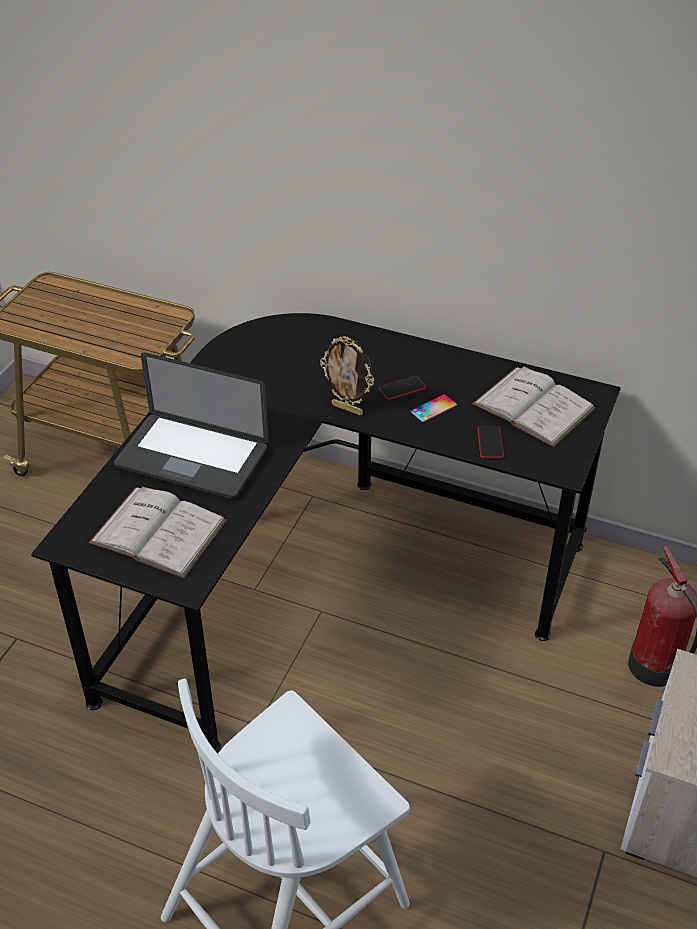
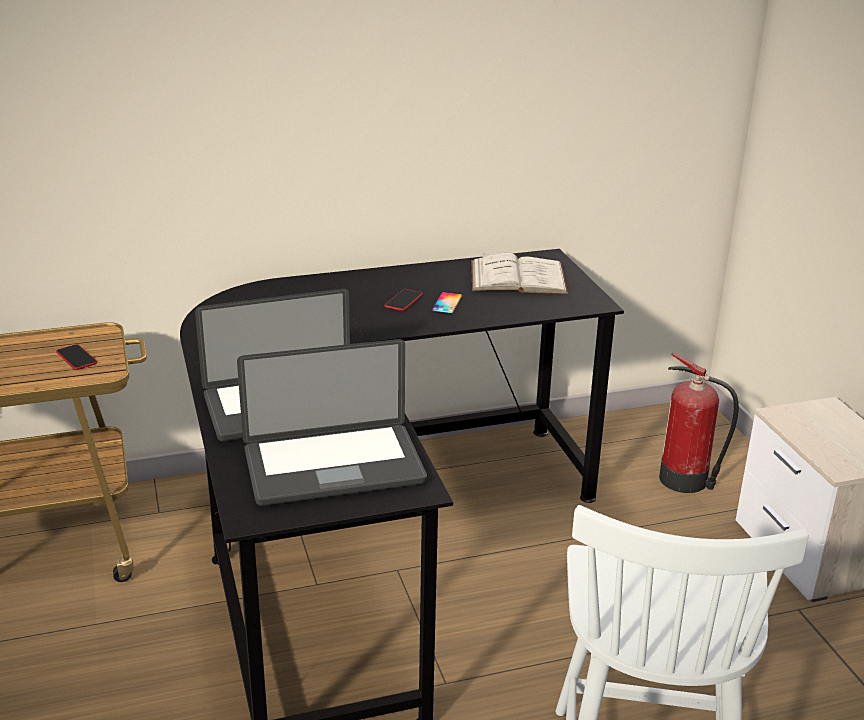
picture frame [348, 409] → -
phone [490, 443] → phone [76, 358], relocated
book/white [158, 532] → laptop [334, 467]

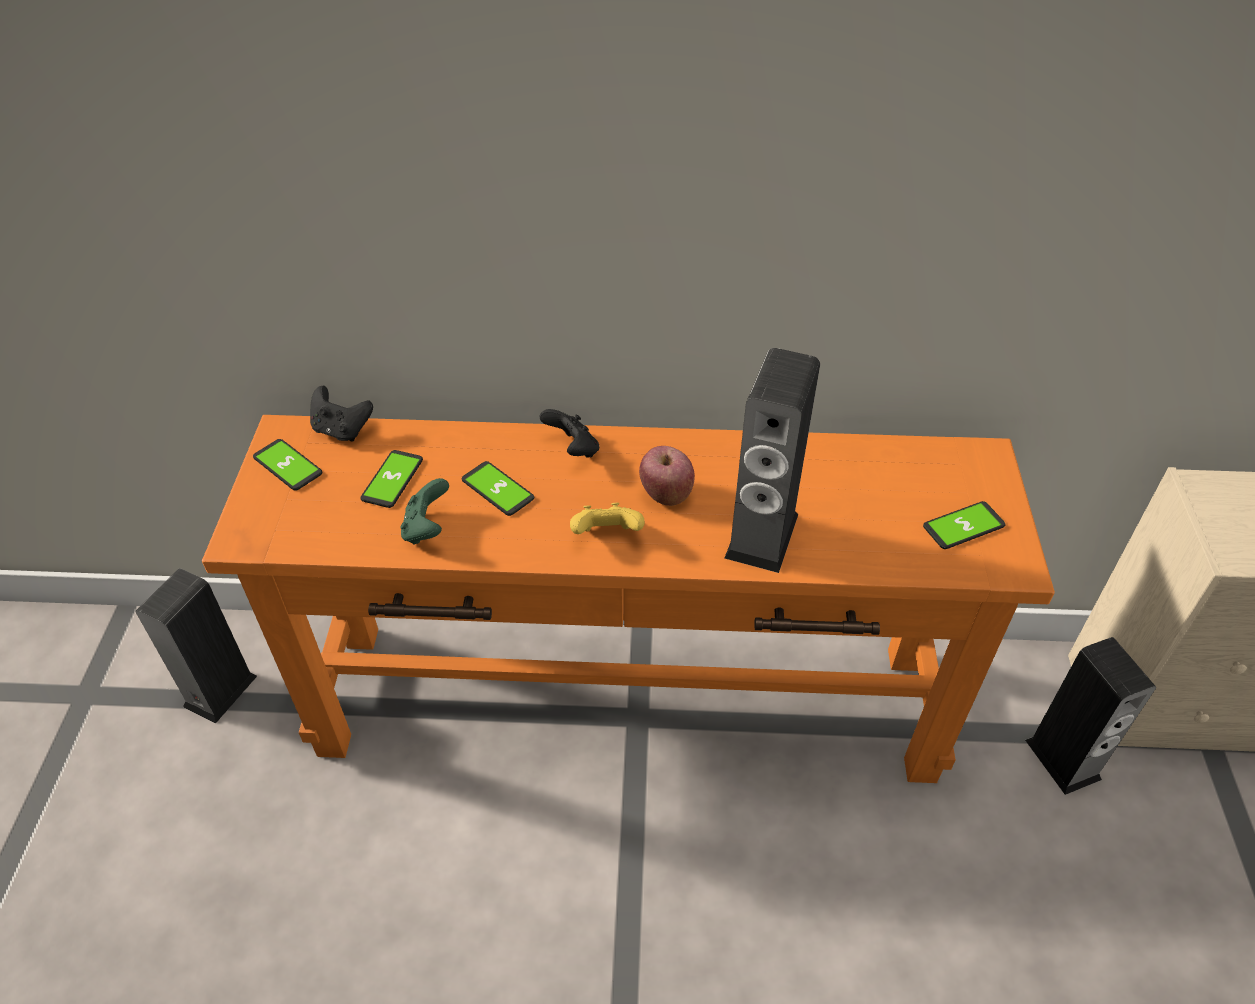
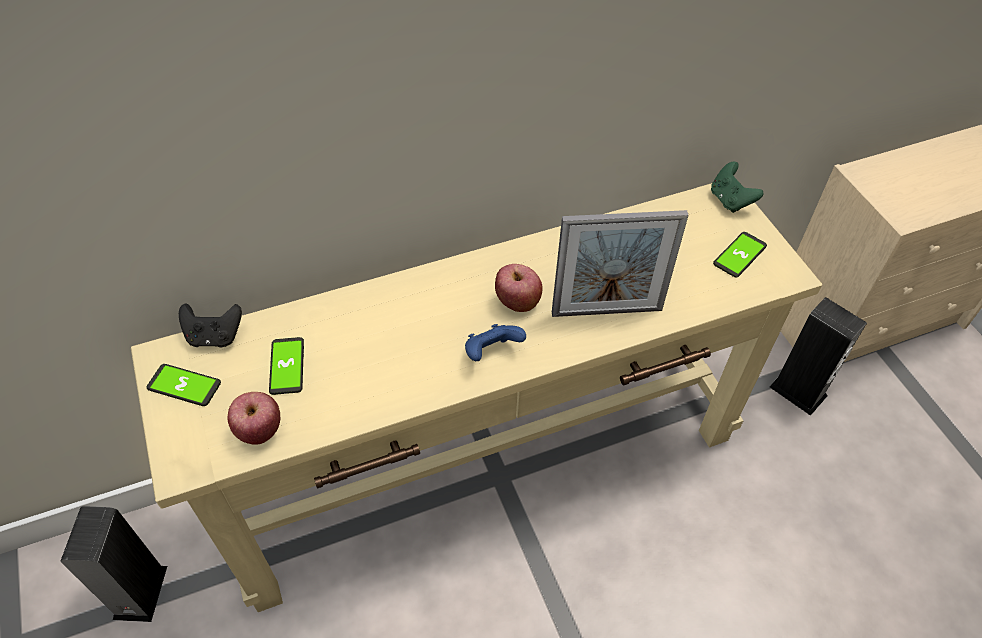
speaker [762, 536] → picture frame [606, 311]
game controller/black [573, 449] → -
console table/orange [628, 702] → console table/beige [486, 466]
phone [497, 489] → -
game controller/green [427, 528] → game controller/green [730, 200], relocated
game controller/yellow [607, 535] → game controller/blue [491, 352]
- → apple [259, 430]

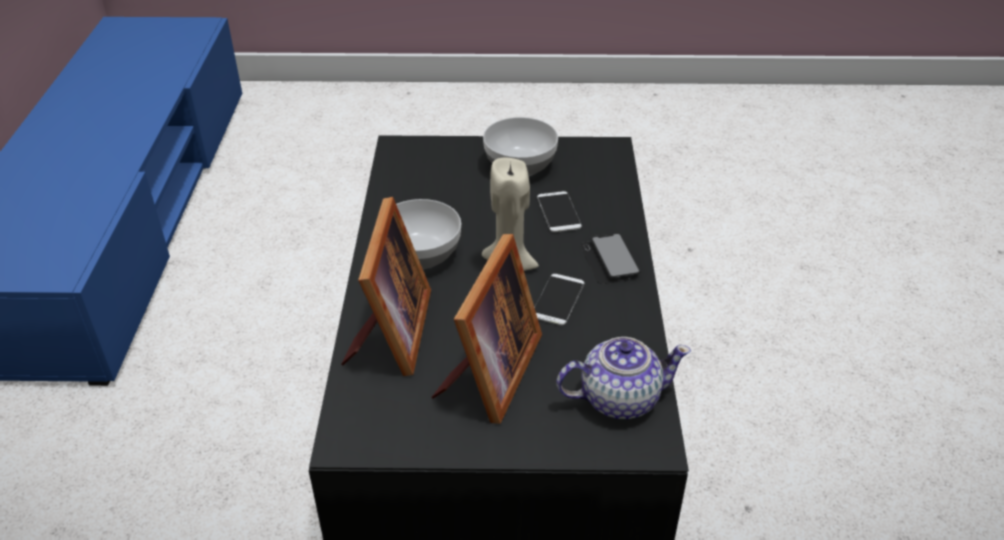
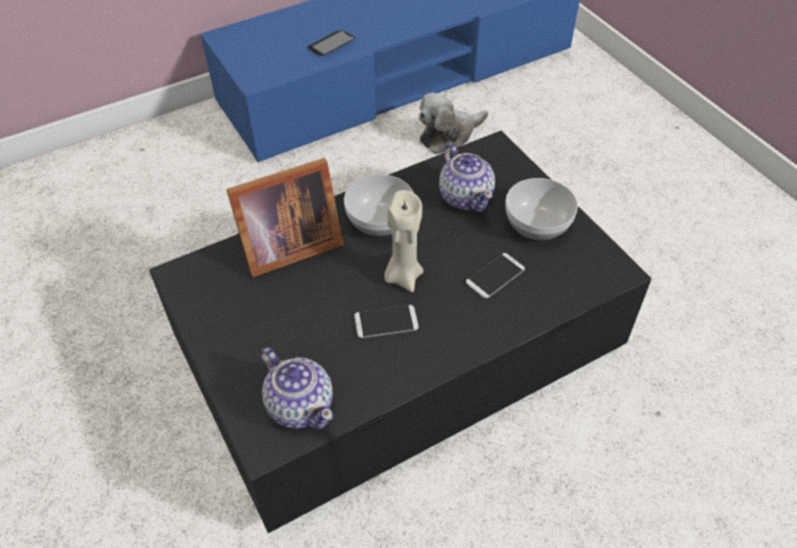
phone [609, 260] → phone [331, 44], relocated
picture frame [489, 374] → -
- → plush toy [449, 135]
- → teapot [466, 196]

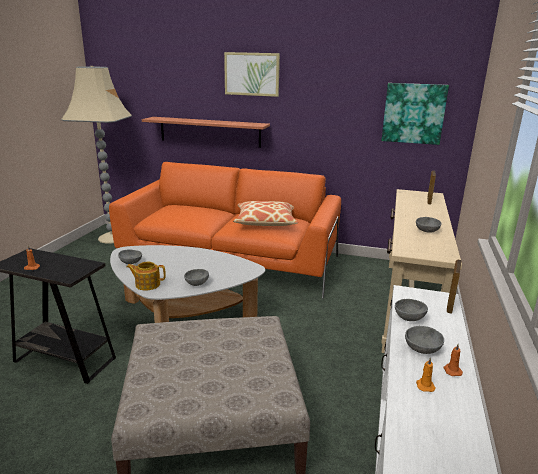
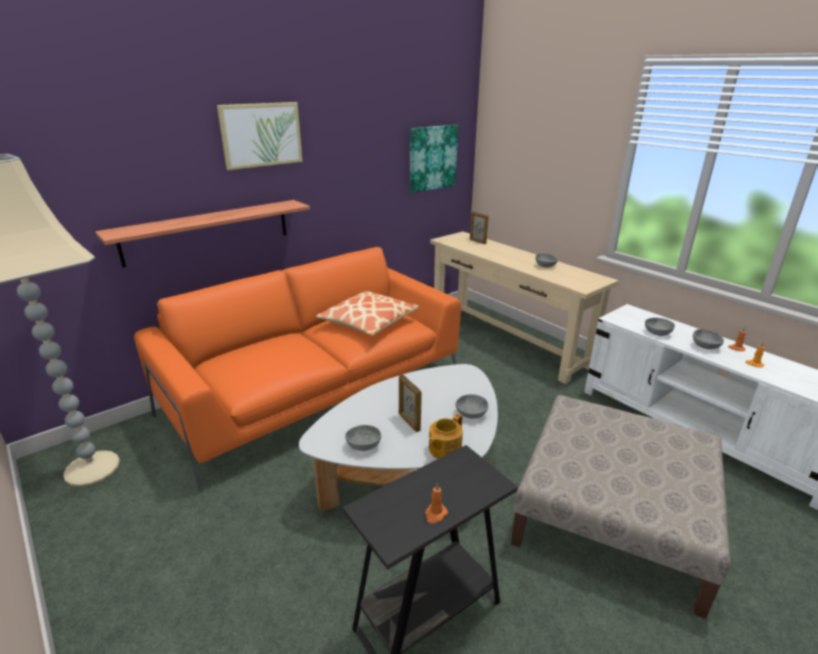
picture frame [450, 305] → picture frame [409, 422], relocated

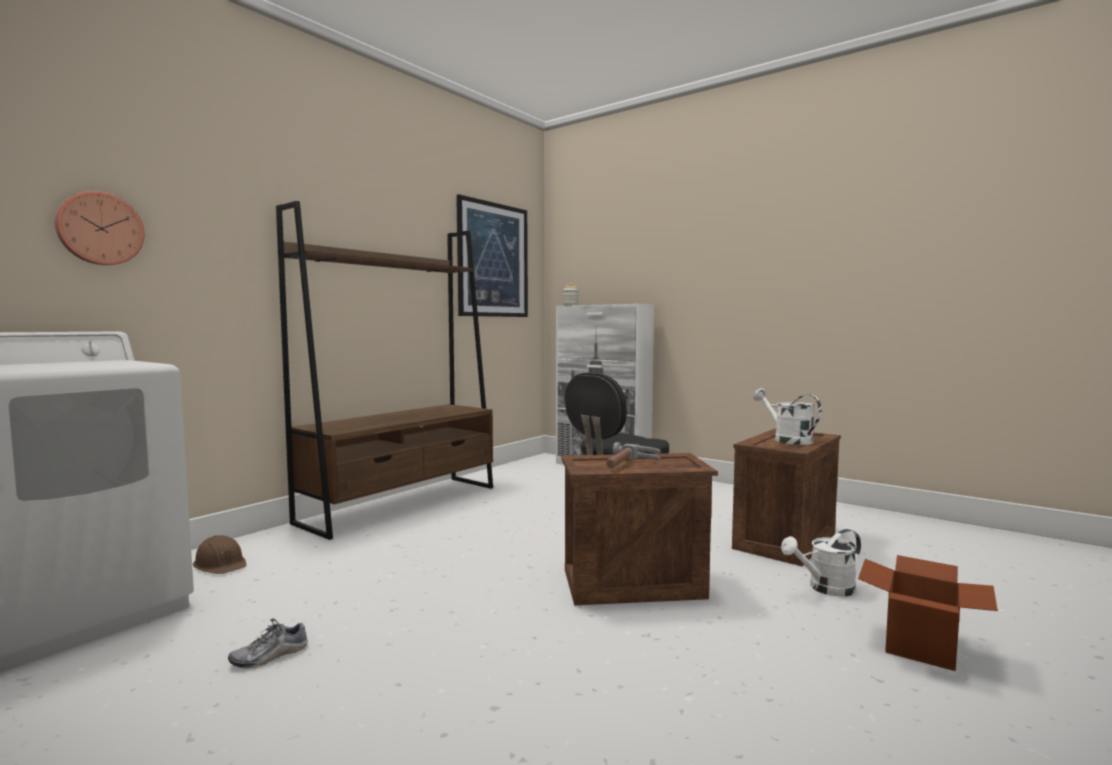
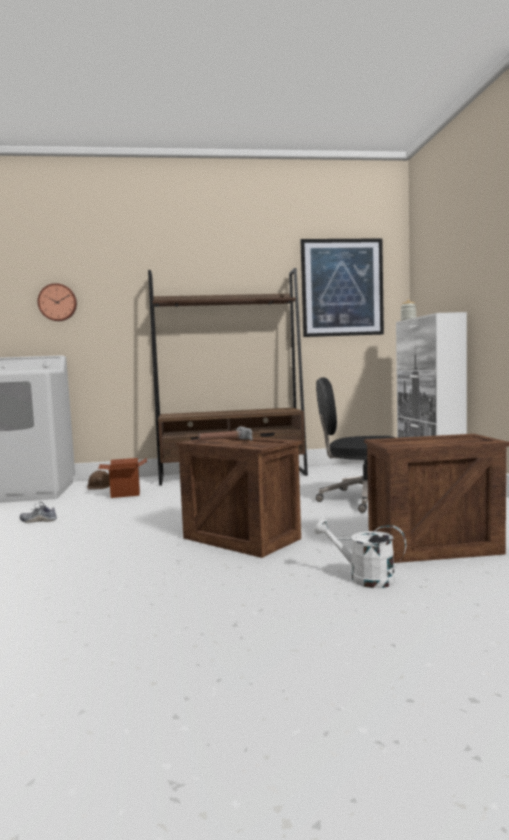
watering can/white [787, 439] → -
cardboard box [920, 647] → cardboard box [125, 493], relocated

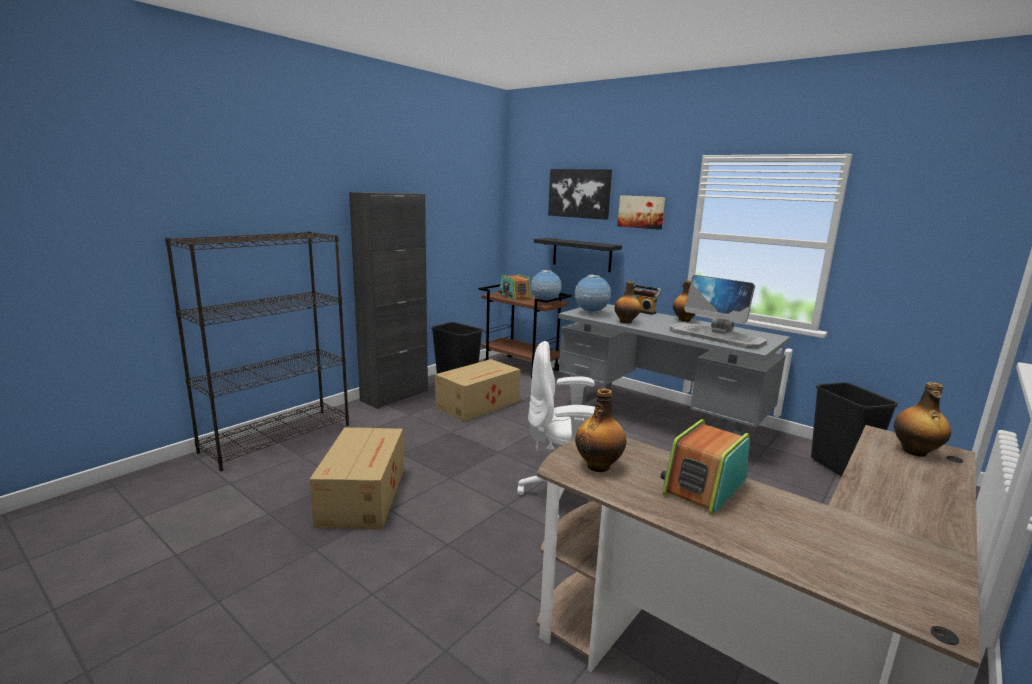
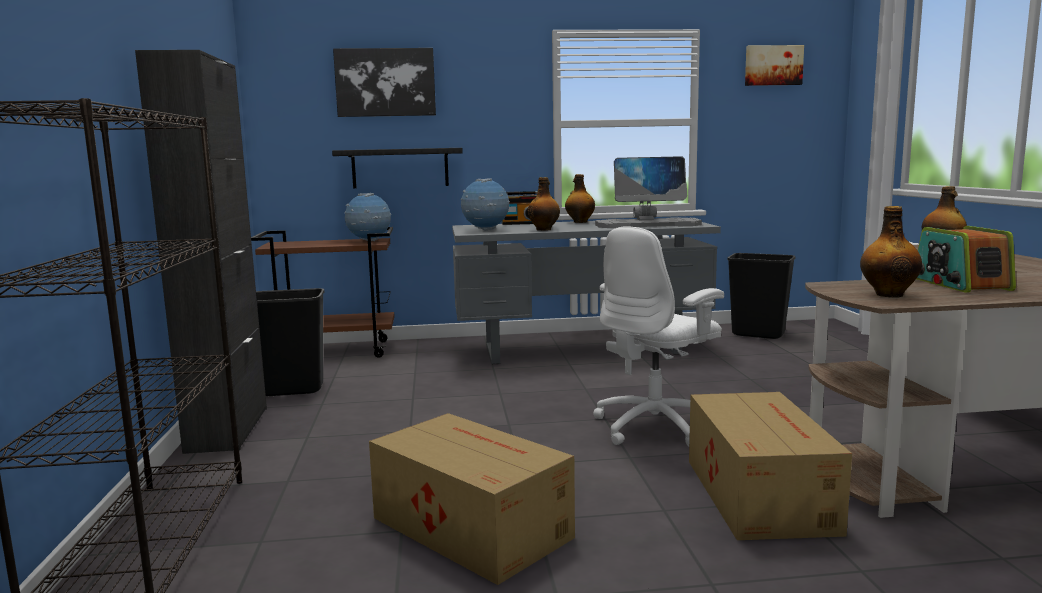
picture [641, 212] → picture [773, 65], relocated
radio [514, 296] → -
cardboard box [479, 404] → cardboard box [759, 493], relocated

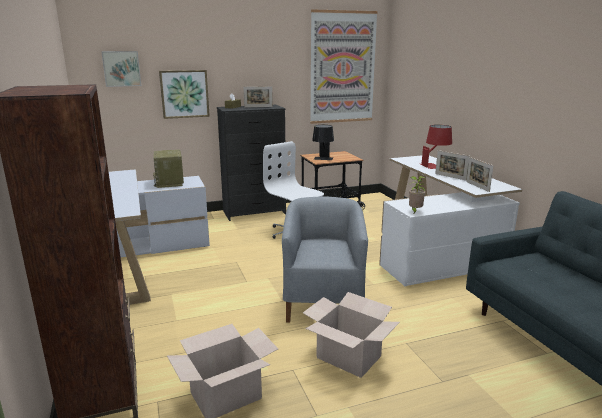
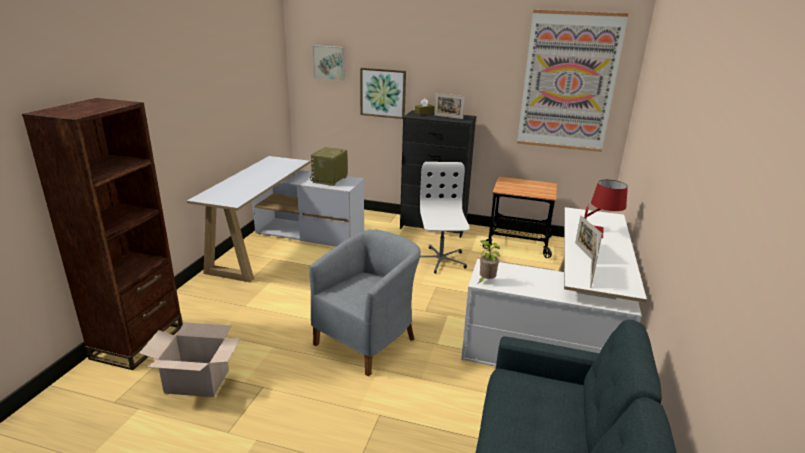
table lamp/black [323, 159] → -
cardboard box [349, 357] → -

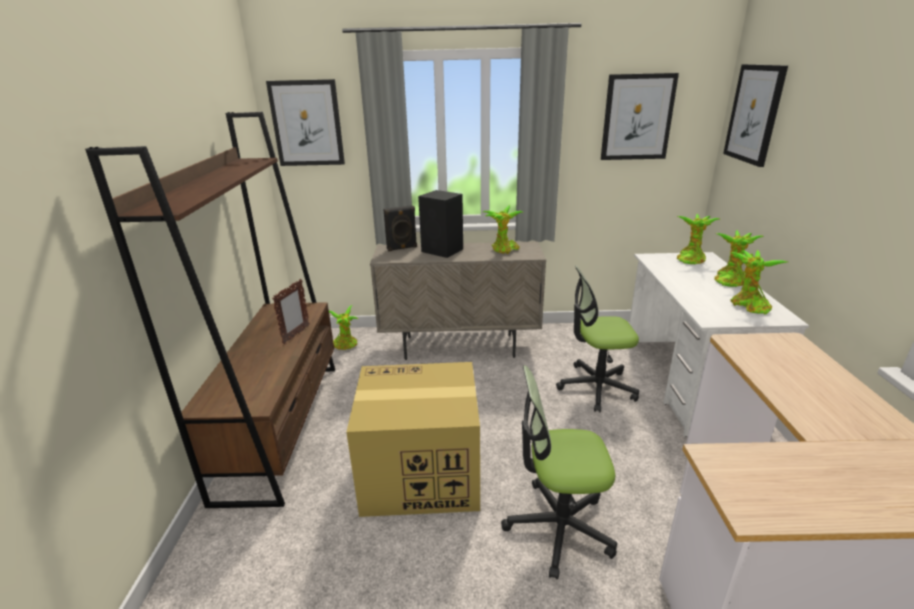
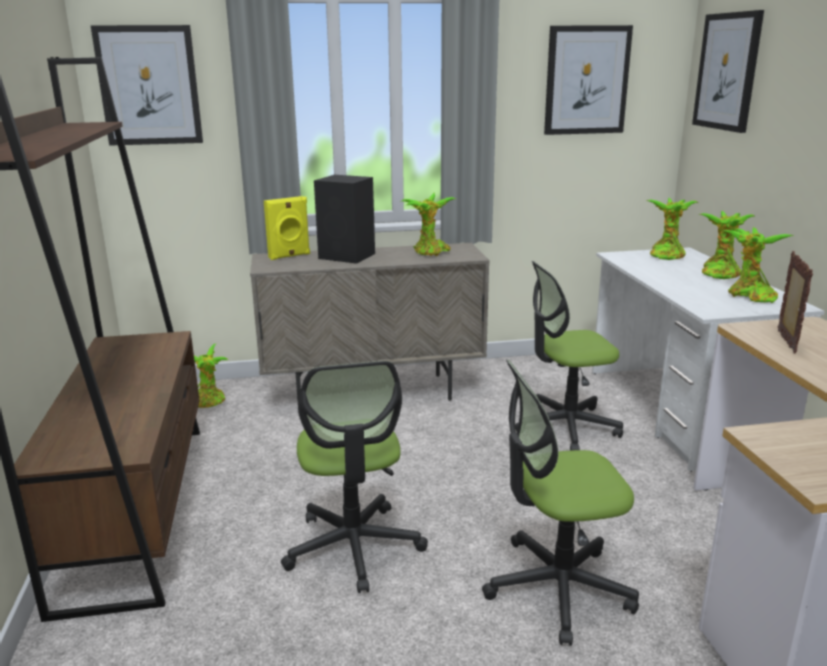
speaker/black [402, 248] → speaker/yellow [289, 256]
picture frame [296, 335] → picture frame [785, 342], relocated
cardboard box [419, 474] → office chair [354, 547]

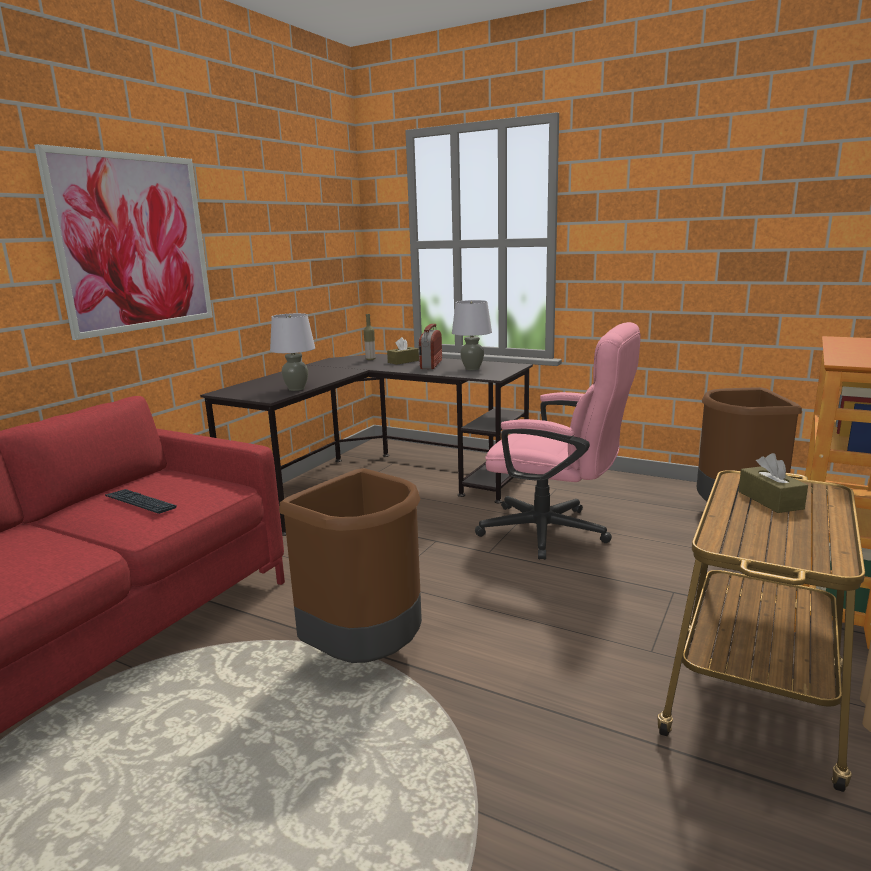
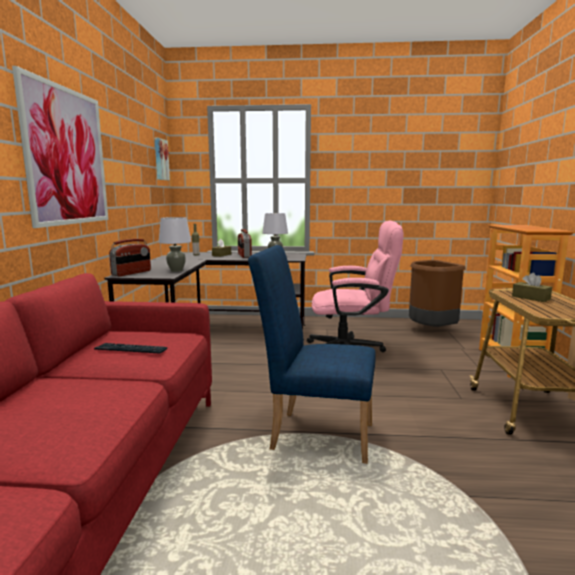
trash can/brown [366, 655] → chair/blue [314, 434]
- → picture [160, 159]
- → radio [132, 273]

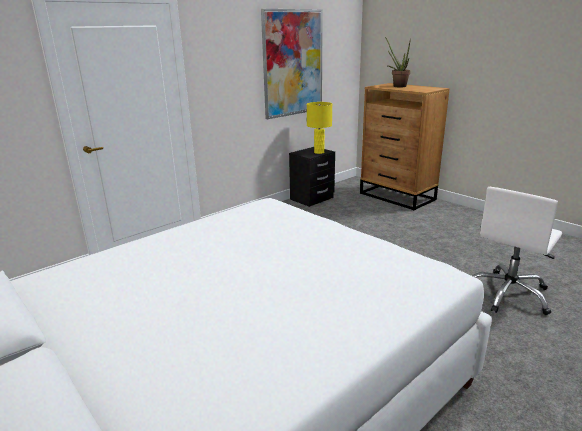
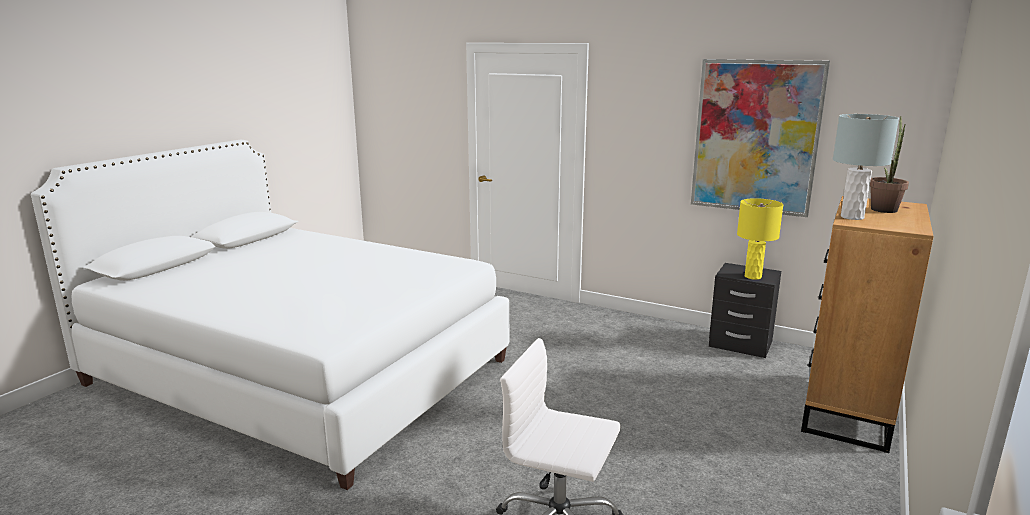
- → table lamp/grey [851, 217]

